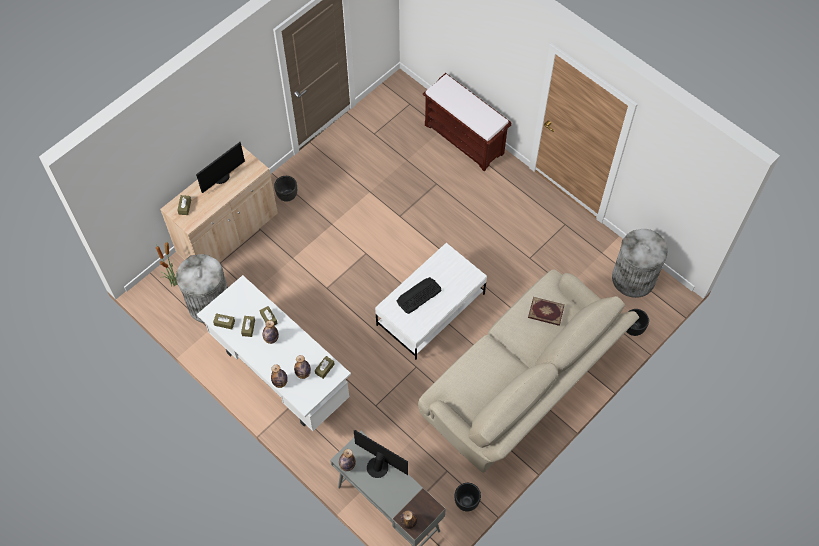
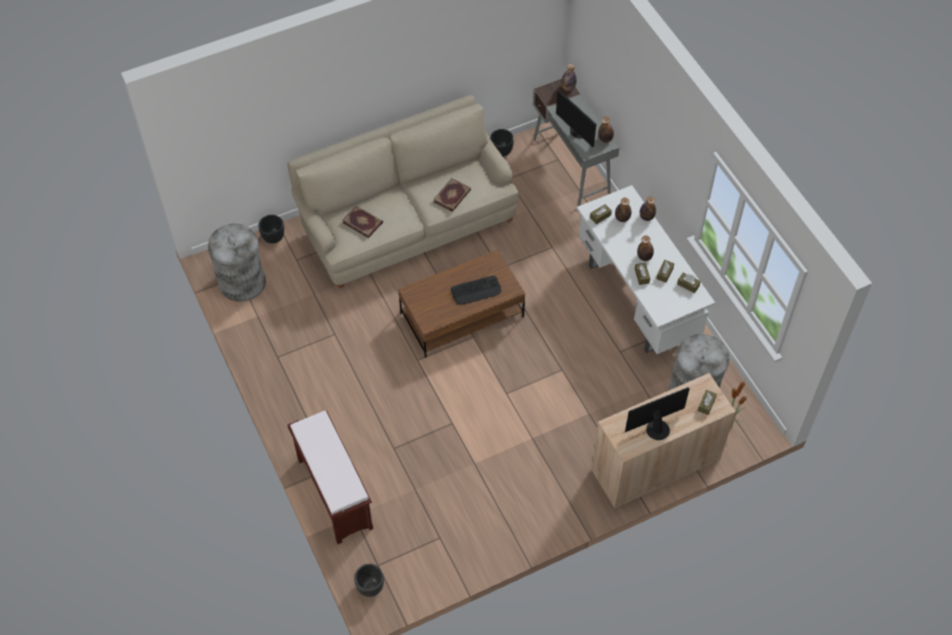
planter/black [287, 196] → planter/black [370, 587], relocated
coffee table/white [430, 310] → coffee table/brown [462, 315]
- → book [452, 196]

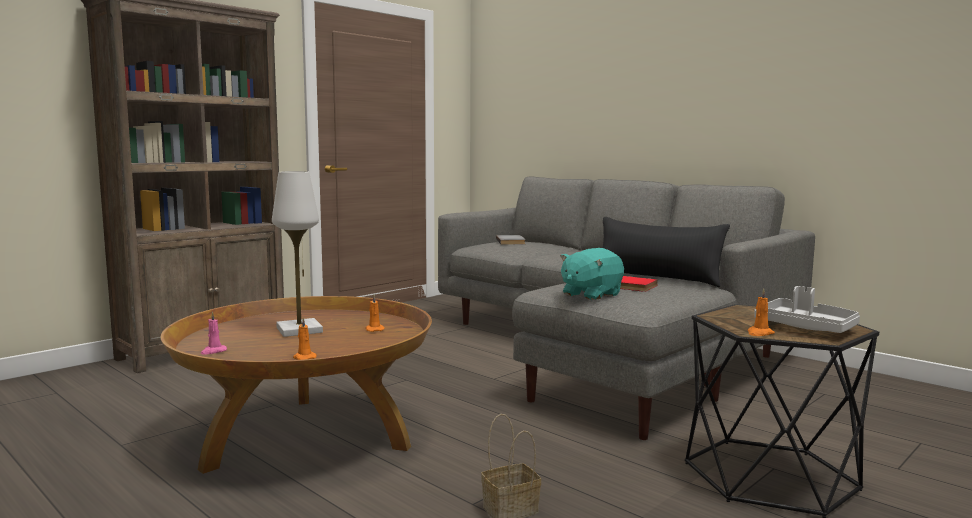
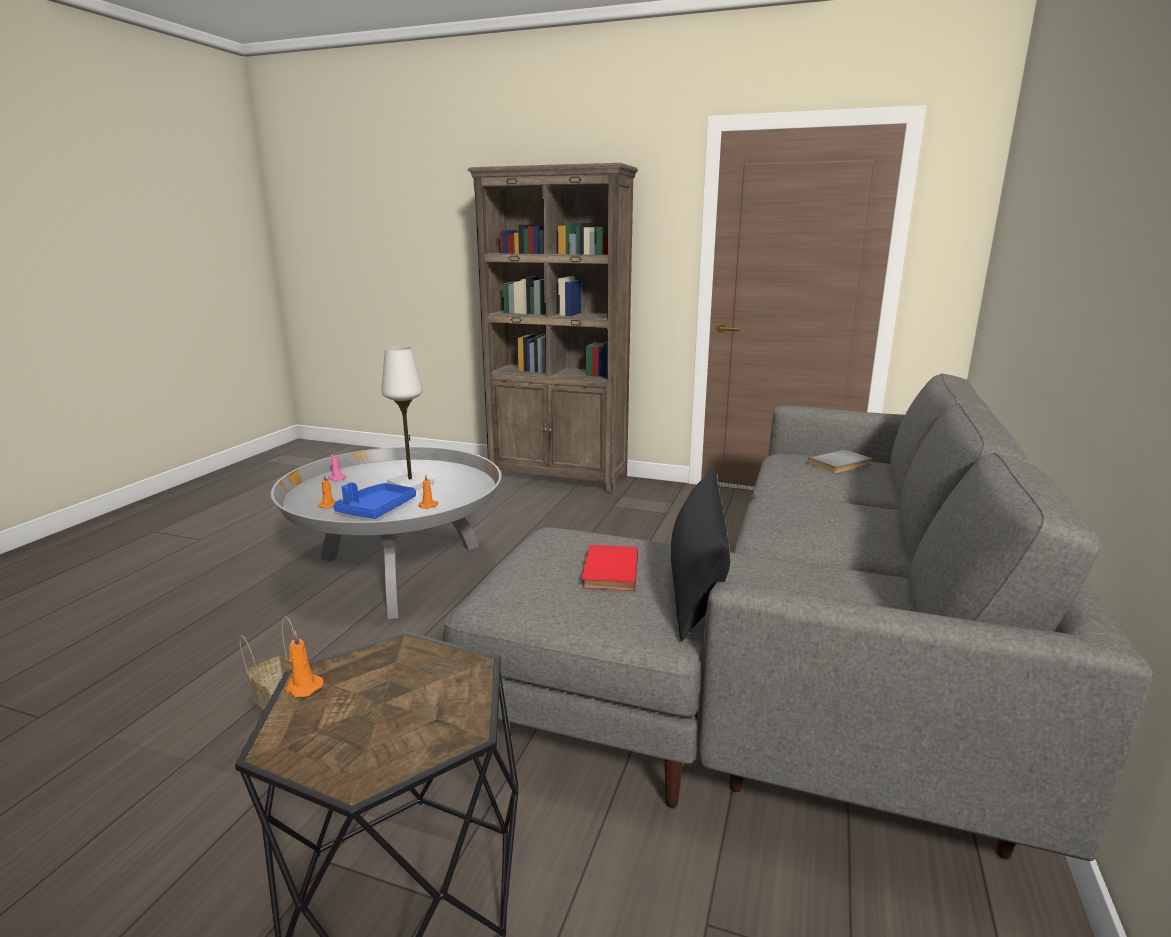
plush toy/turquoise [590, 294] → -
tray/grey [806, 327] → -
coffee table/brown [307, 437] → coffee table/grey [399, 571]
- → tray/blue [376, 509]

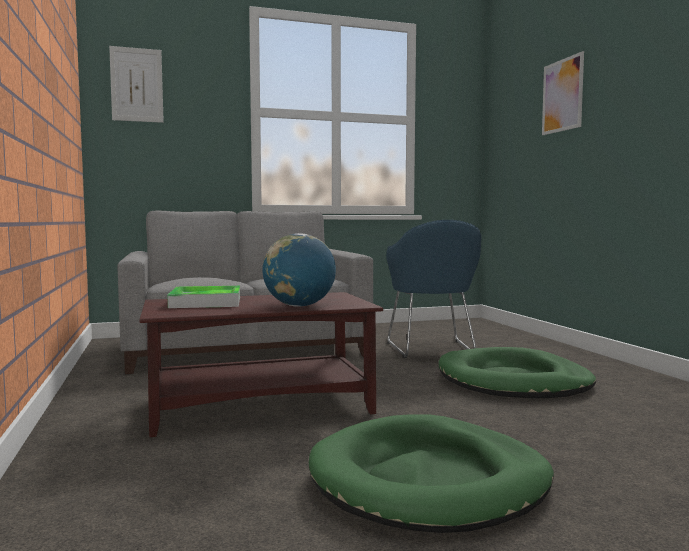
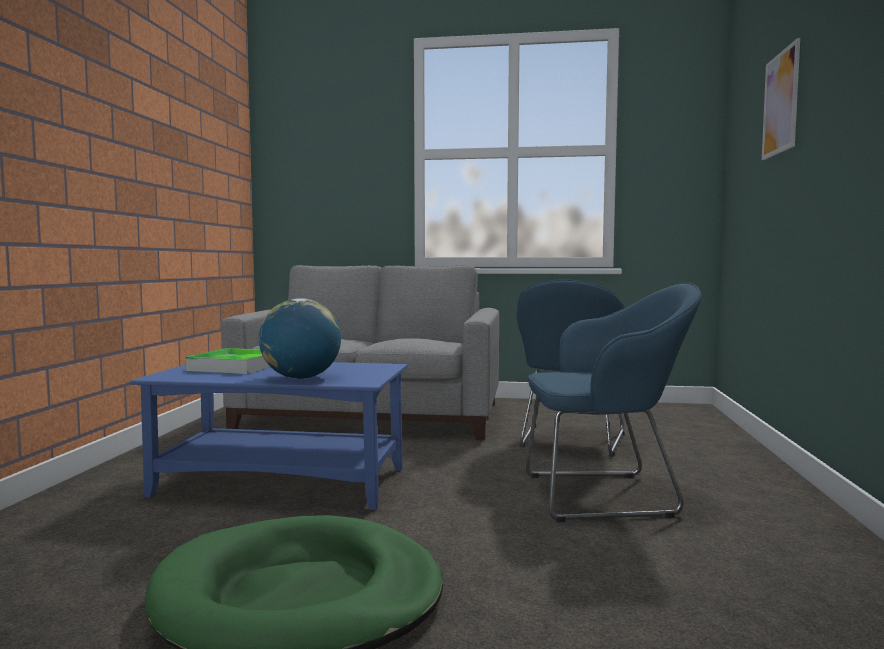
picture [137, 85] → -
coffee table/brown [261, 406] → coffee table/blue [284, 481]
dog bed/green [513, 381] → armchair/blue [606, 495]

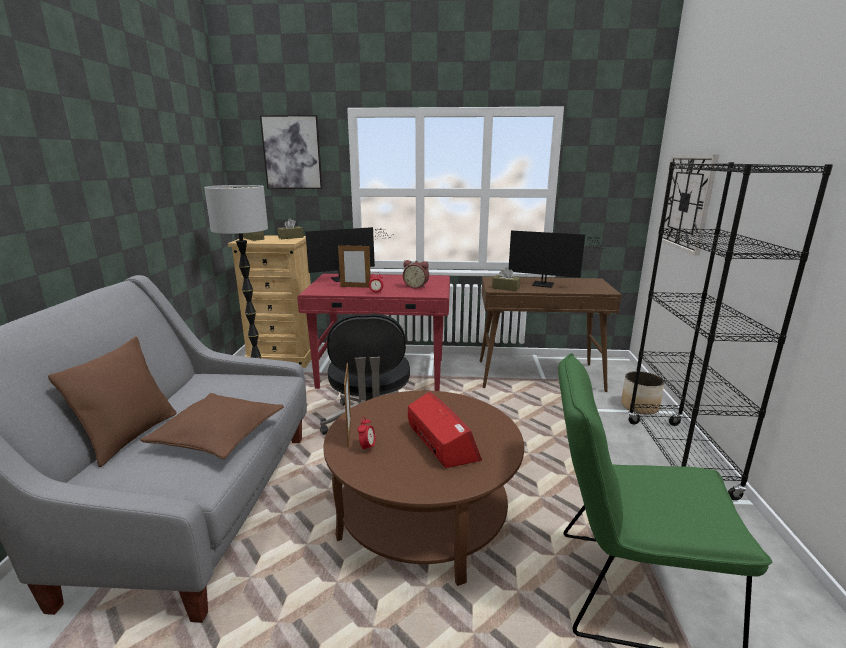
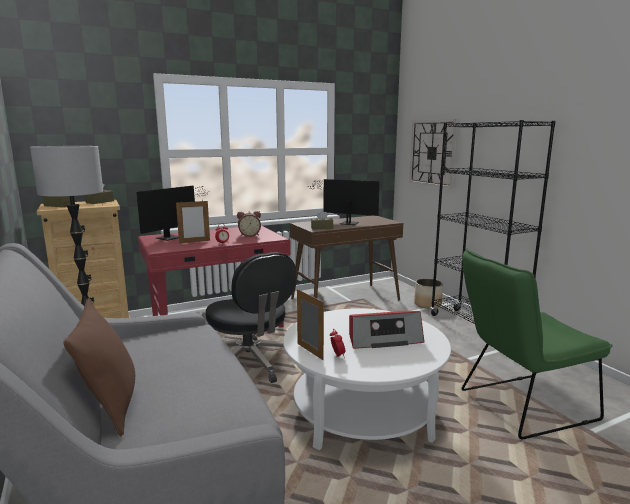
picture [292, 152] → -
monitor [546, 285] → monitor [346, 223], 150 degrees counterclockwise
coffee table/brown [423, 515] → coffee table/white [363, 411]
radio [441, 442] → radio [383, 339], 135 degrees clockwise
pillow/brown [218, 435] → -

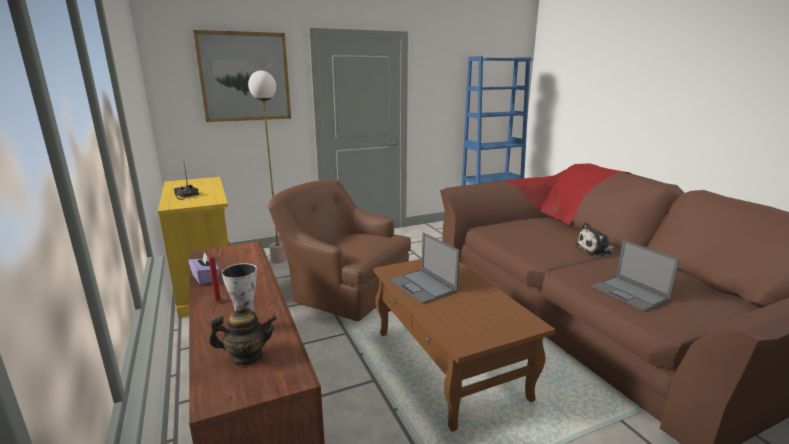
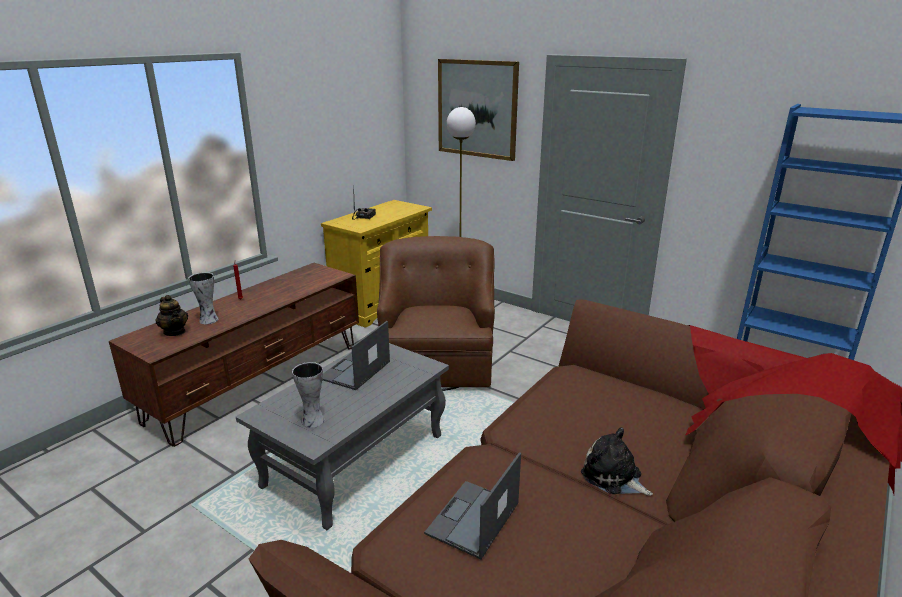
tissue box/purple [206, 278] → -
coffee table/brown [449, 365] → coffee table/grey [354, 461]
- → vase [312, 420]

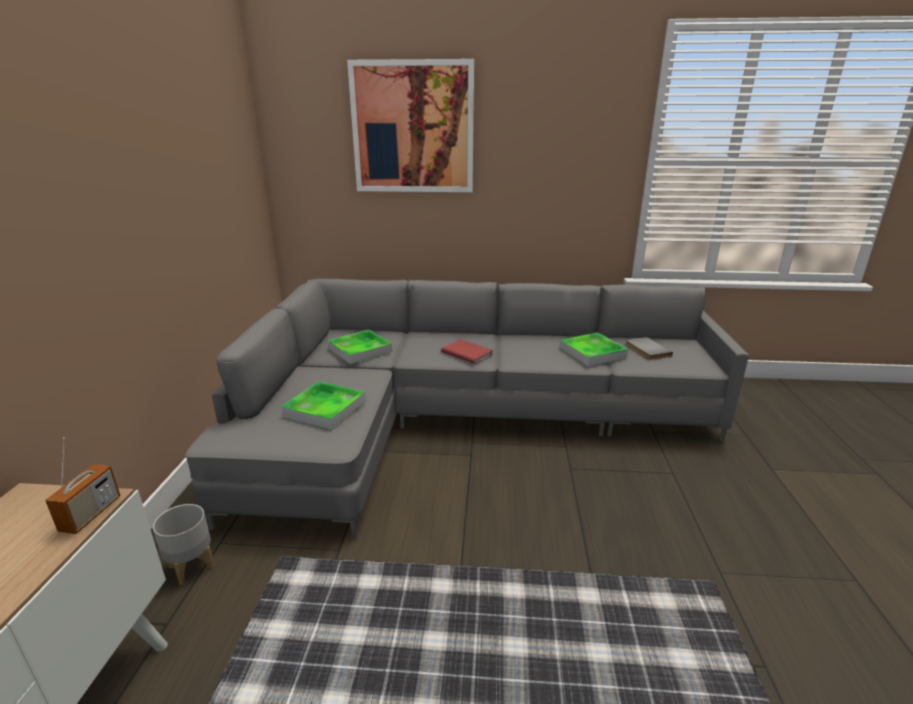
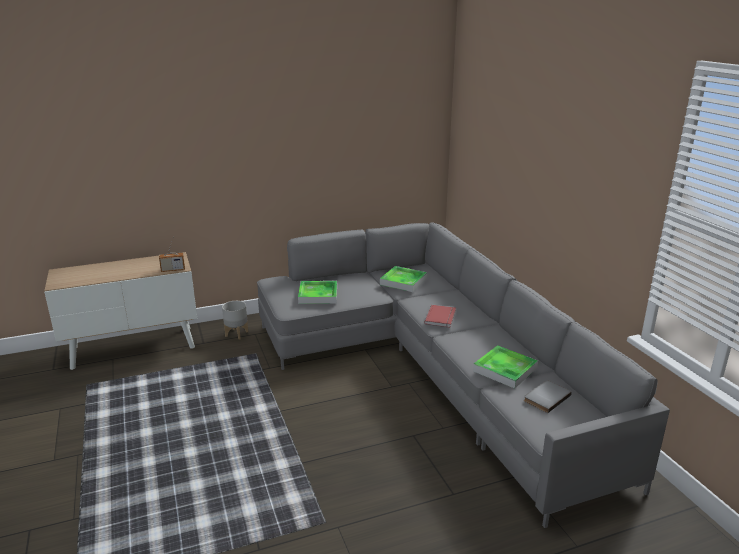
picture [413, 128] → -

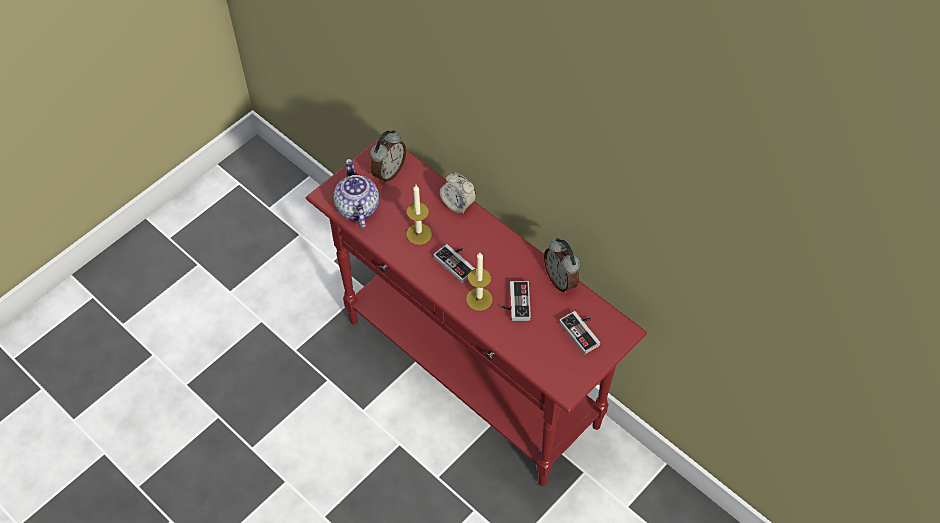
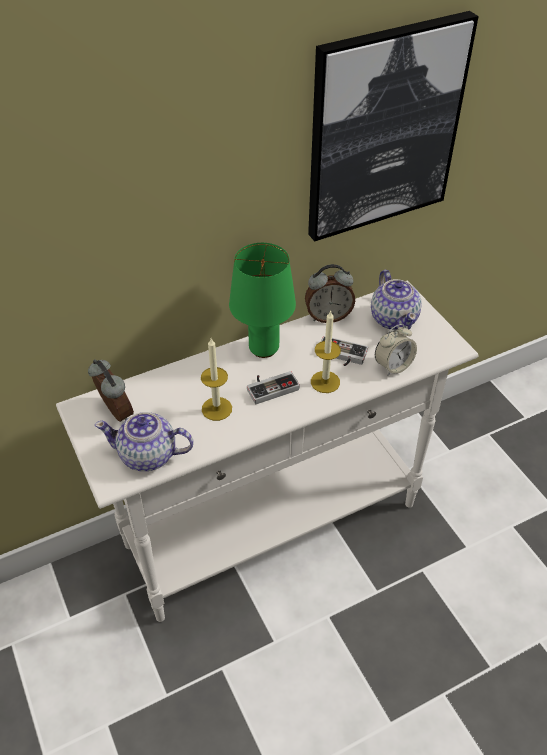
console table/red [472, 374] → console table/white [273, 525]
alarm clock [458, 204] → alarm clock [393, 366], relocated
game controller [583, 332] → teapot [394, 318]
- → picture [383, 129]
- → table lamp/green [263, 349]

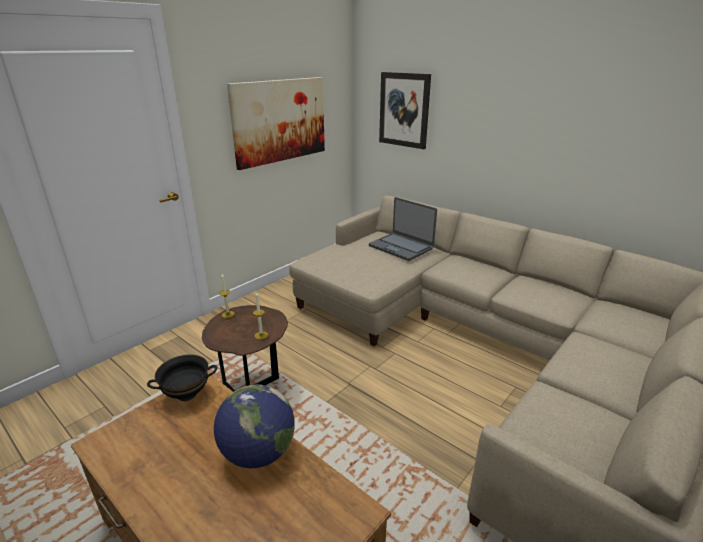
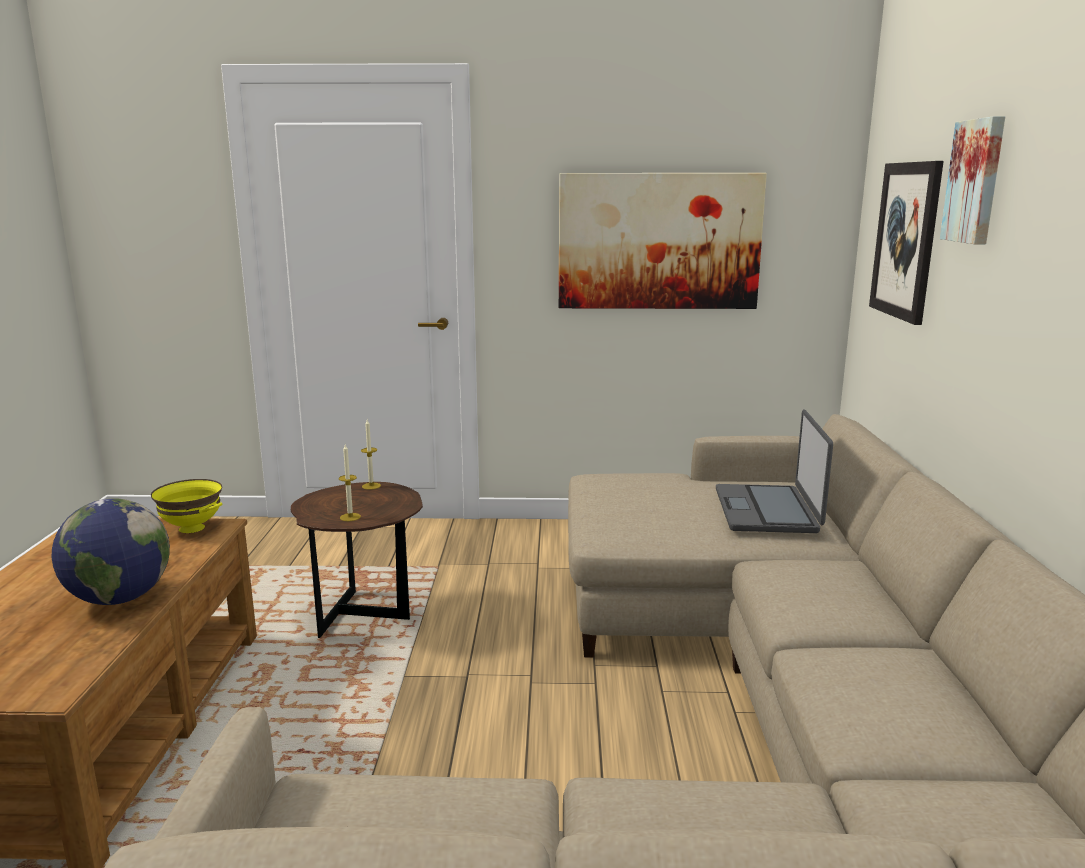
bowl/black [187, 395] → bowl/yellow [191, 528]
- → picture [976, 181]

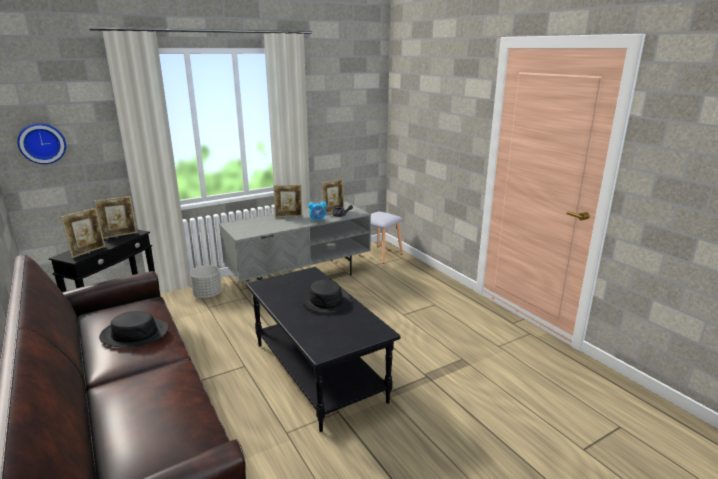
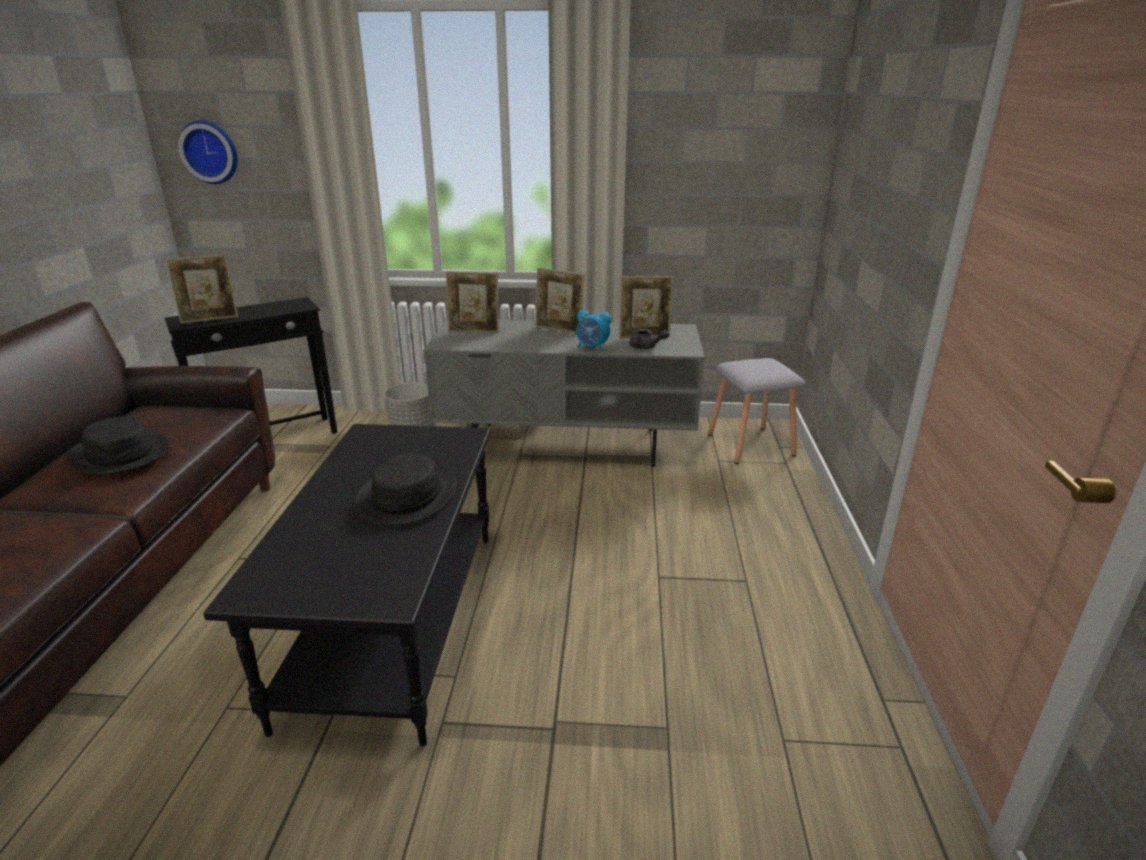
picture frame [119, 235] → picture frame [474, 331], relocated

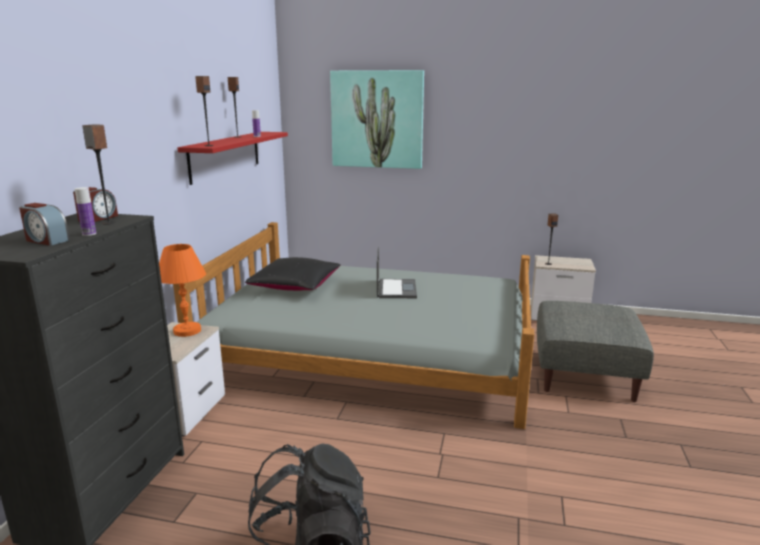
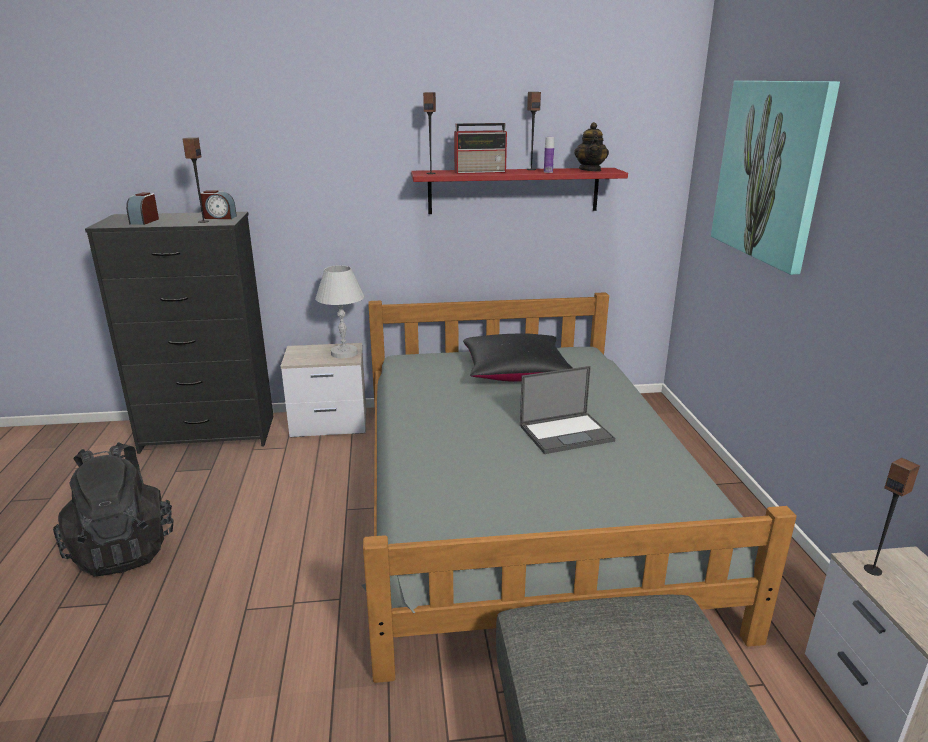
bottle [89, 234] → -
table lamp/orange [186, 331] → table lamp/white [344, 353]
- → teapot [590, 170]
- → radio [481, 172]

